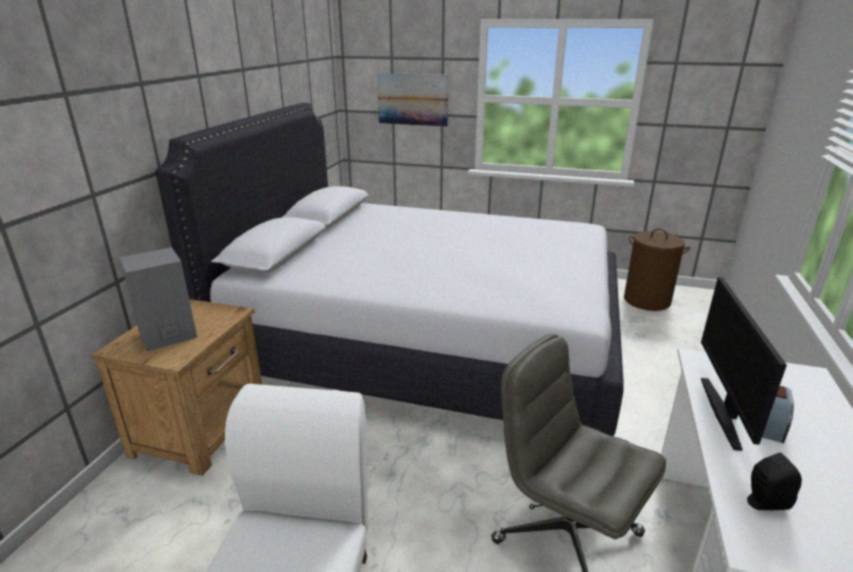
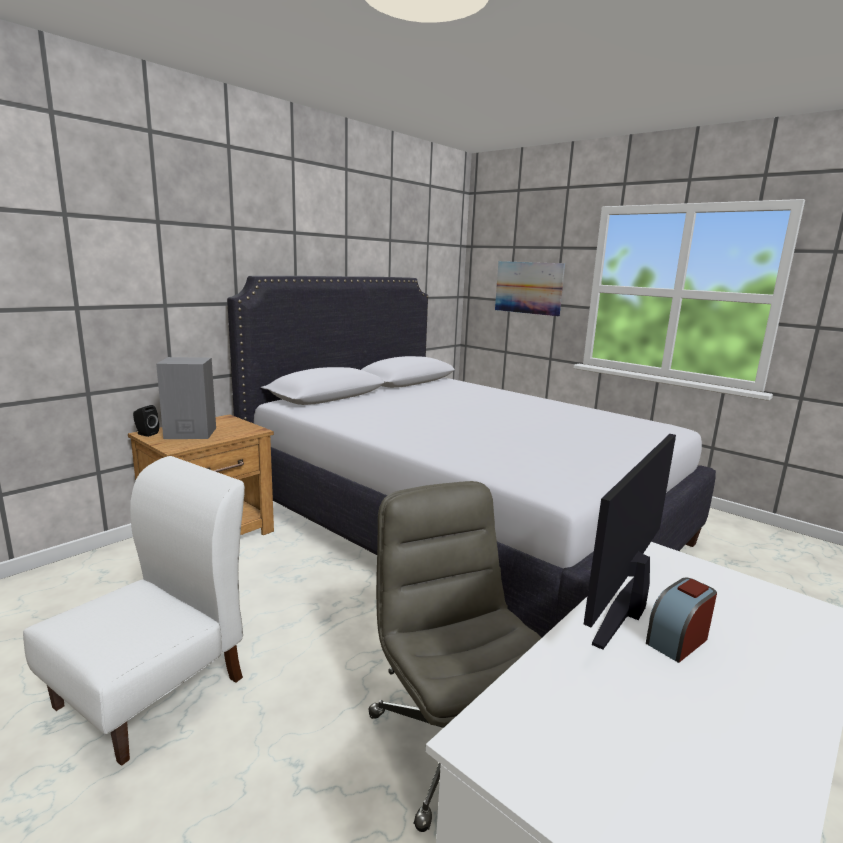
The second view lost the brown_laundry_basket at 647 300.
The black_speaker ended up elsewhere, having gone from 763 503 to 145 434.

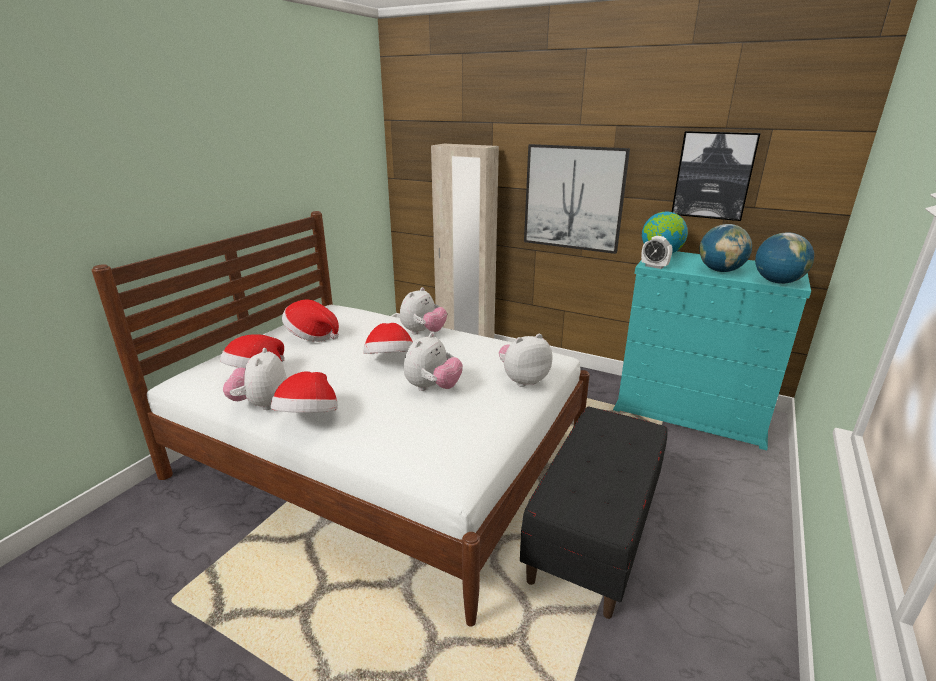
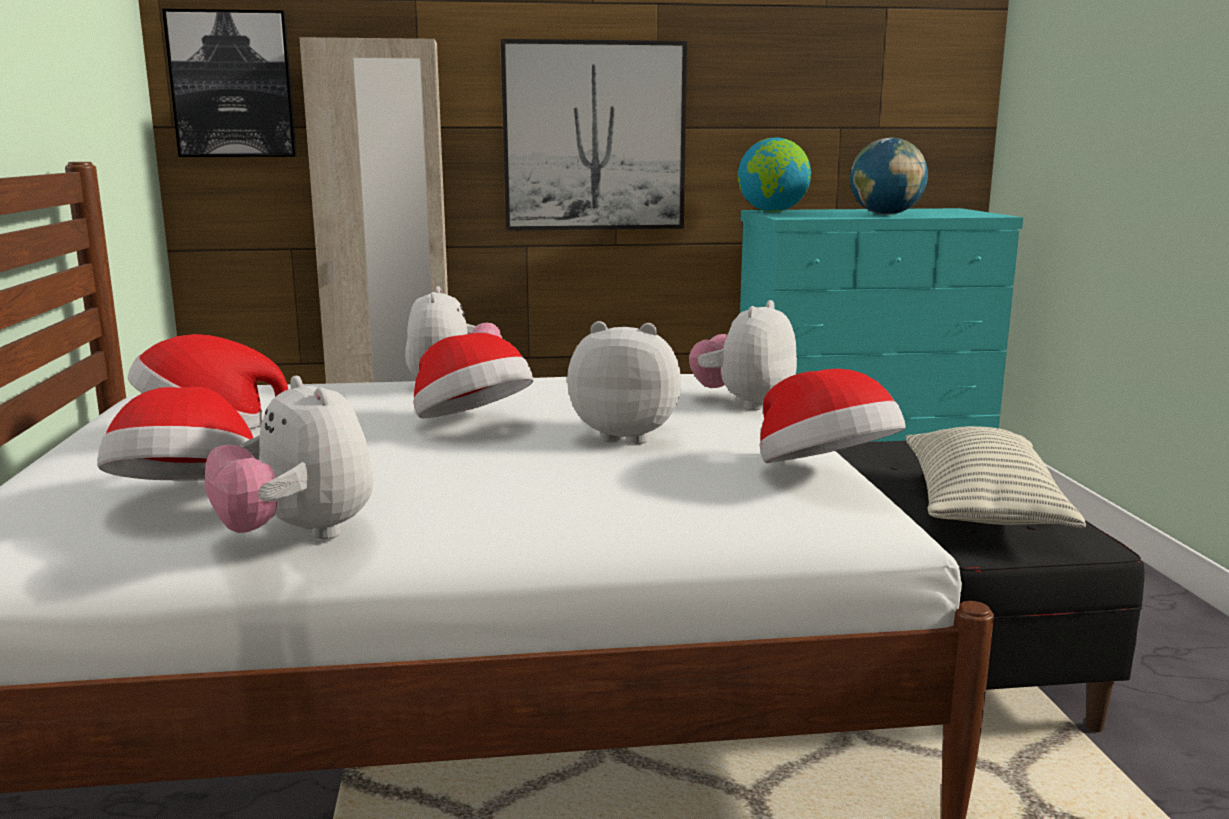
The second view lost the alarm_clock at 654 266.
The second view lost the globe at 777 282.
The second view gained the pillow at 981 509.
The hat ended up elsewhere, having gone from 309 418 to 824 475.
The picture ended up elsewhere, having gone from 713 175 to 232 85.
The plush_toy at 433 388 ended up facing another way, 75 degrees counterclockwise from before.

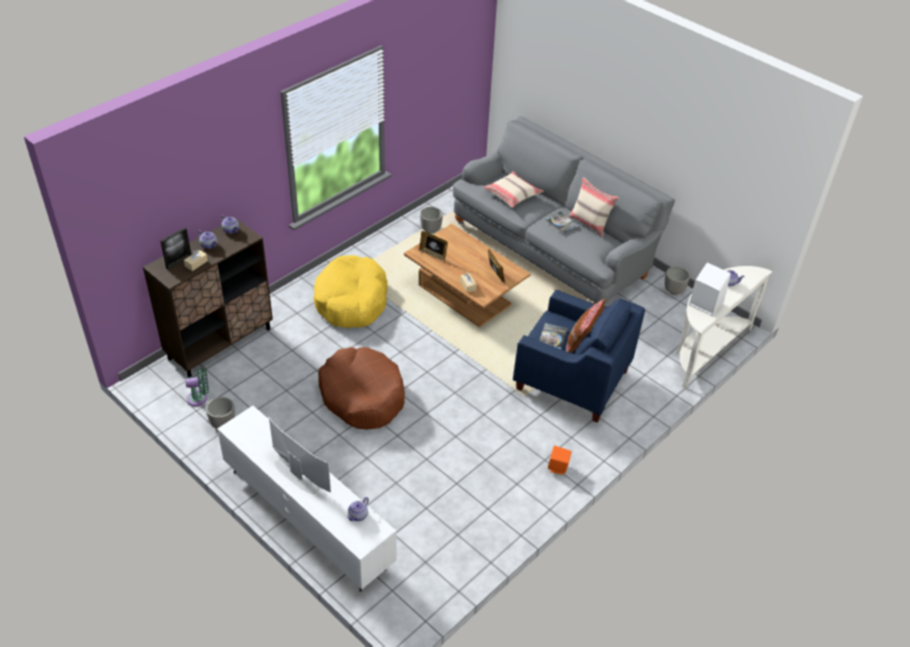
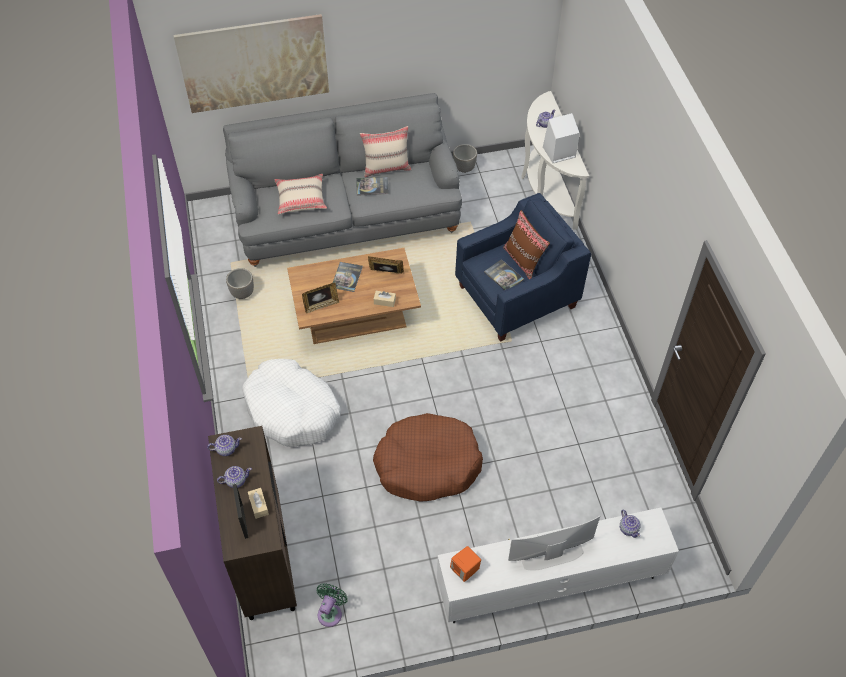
The second view lost the planter at 223 423.
The second view gained the picture at 254 63.
The second view gained the book at 347 277.
The orange_speaker ended up elsewhere, having gone from 558 468 to 465 570.
What was the yellow_dog_bed at 352 301 turned into the white_dog_bed at 292 410.

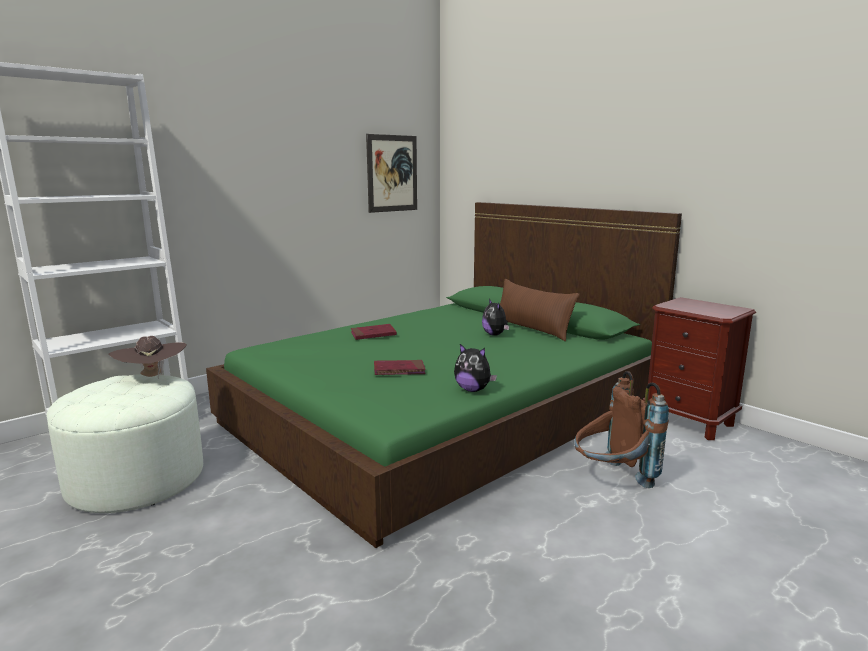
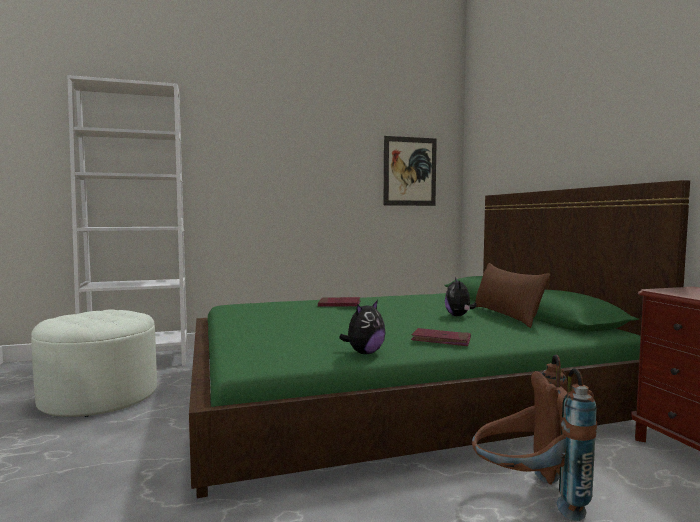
The second view lost the brown_hat at 152 376.
The red_book ended up elsewhere, having gone from 399 370 to 441 340.
The plush_toy at 473 390 ended up facing another way, 105 degrees counterclockwise from before.

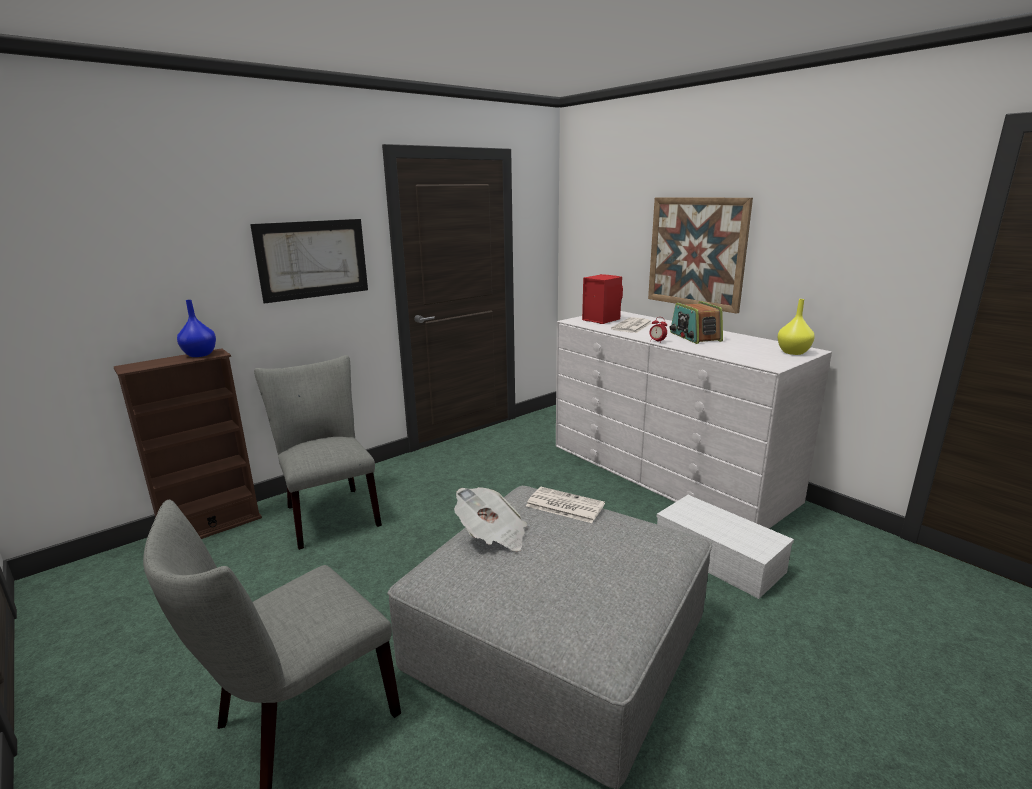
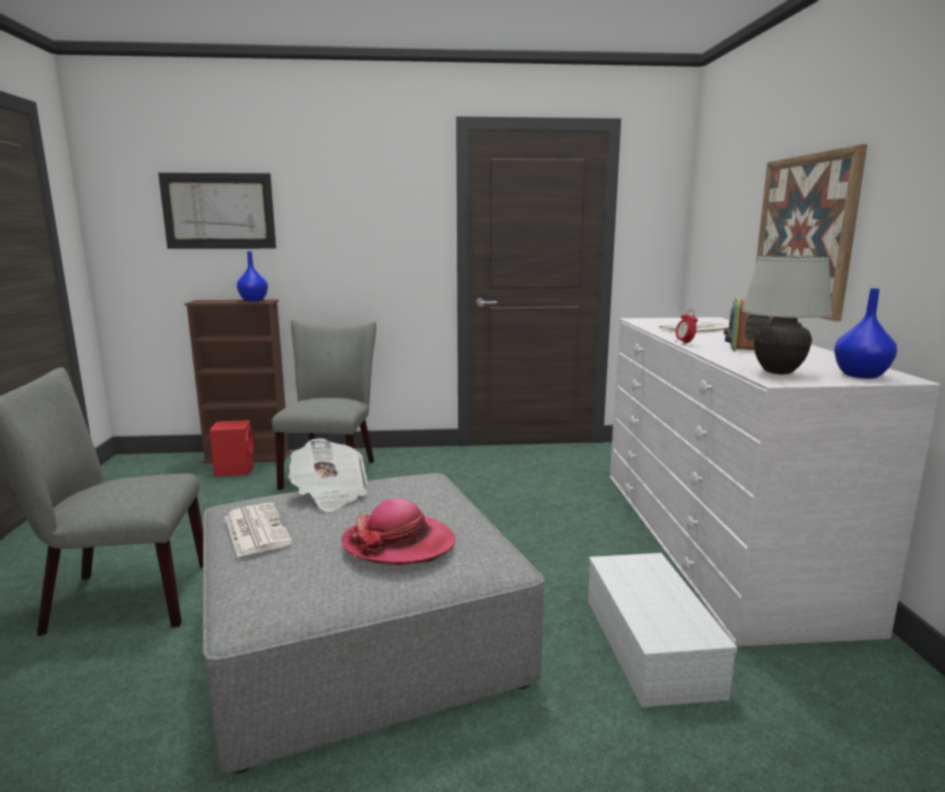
The second view gained the hat at 399 544.
The second view gained the white_table_lamp at 778 373.
The picture ended up elsewhere, having gone from 313 259 to 218 211.
The newspaper ended up elsewhere, having gone from 563 505 to 256 530.
The red_speaker ended up elsewhere, having gone from 600 319 to 235 470.
What was the yellow_vase at 793 352 turned into the blue_vase at 860 375.

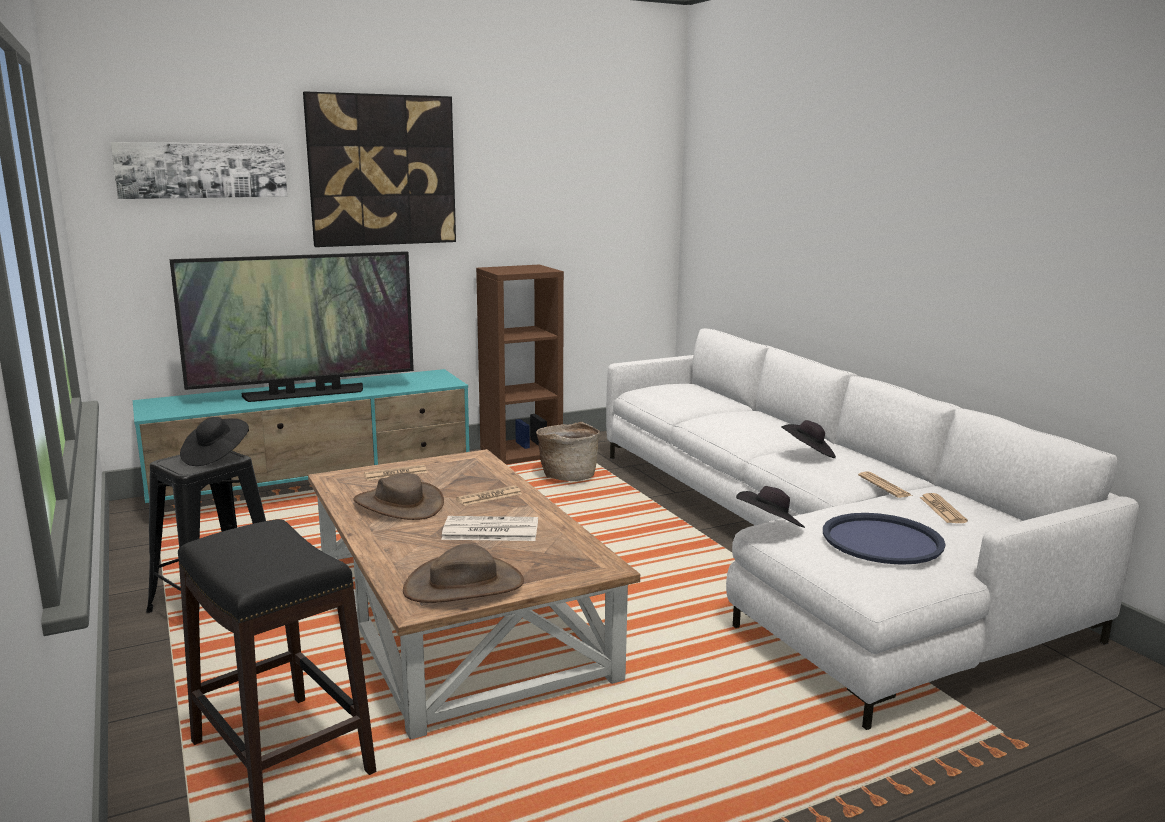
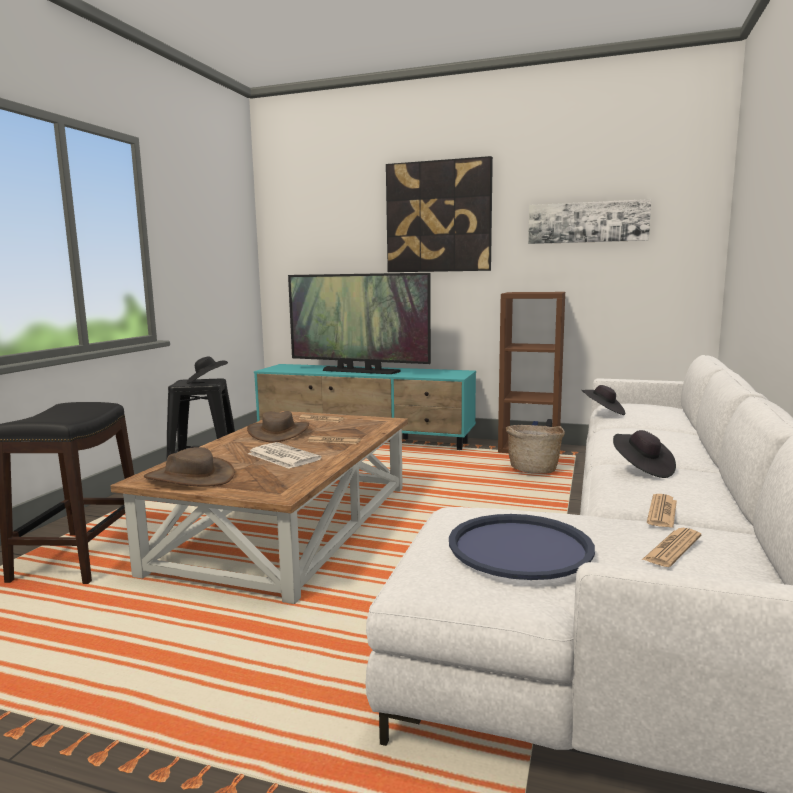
The picture ended up elsewhere, having gone from 202 170 to 587 222.
The black_hat ended up elsewhere, having gone from 770 526 to 603 412.

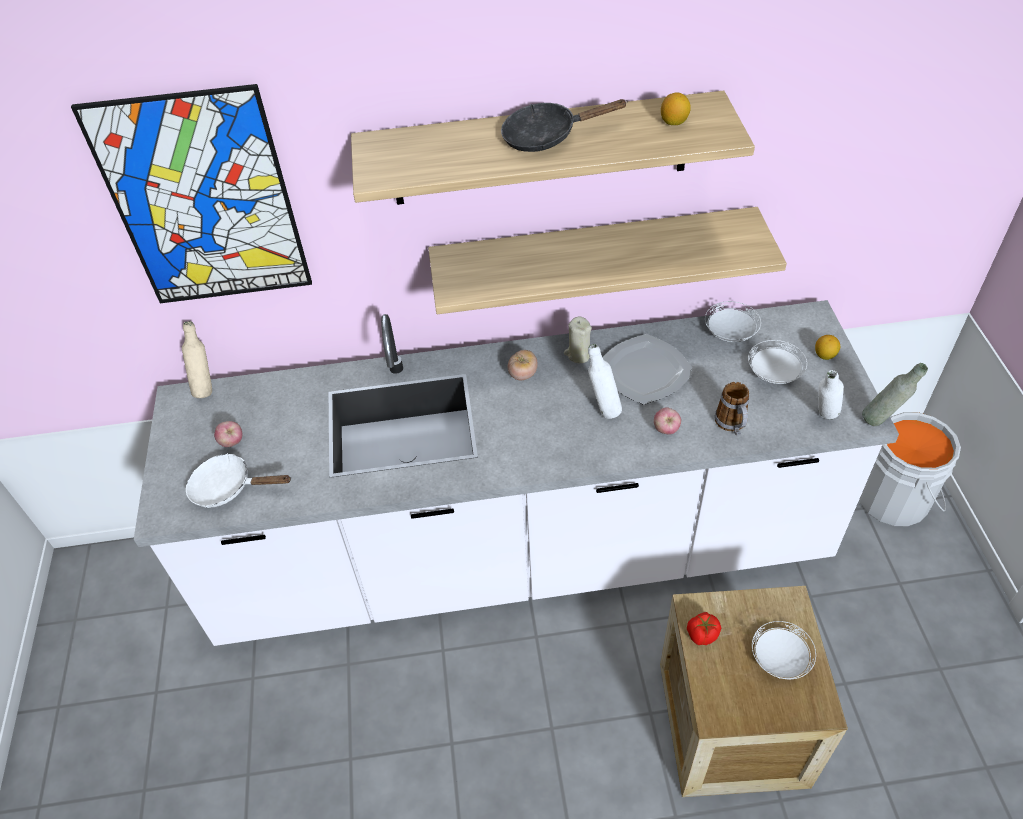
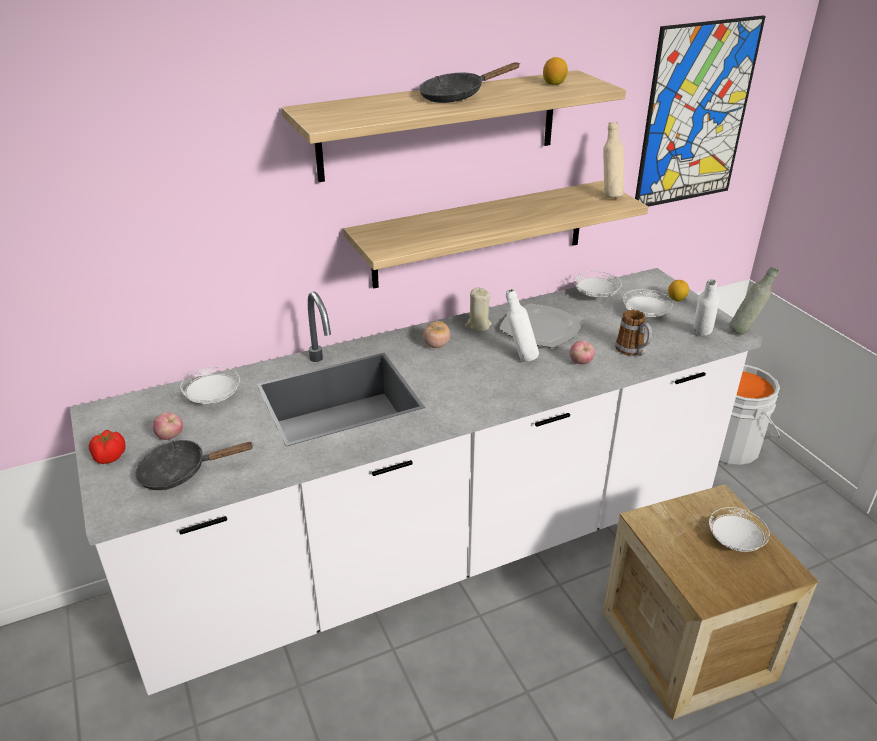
The second view gained the white_plate at 213 398.
The picture ended up elsewhere, having gone from 204 202 to 695 115.
The beige_bottle ended up elsewhere, having gone from 206 388 to 609 196.
The tomato ended up elsewhere, having gone from 702 634 to 110 457.
What was the white_frying_pan at 228 487 turned into the black_frying_pan at 181 472.

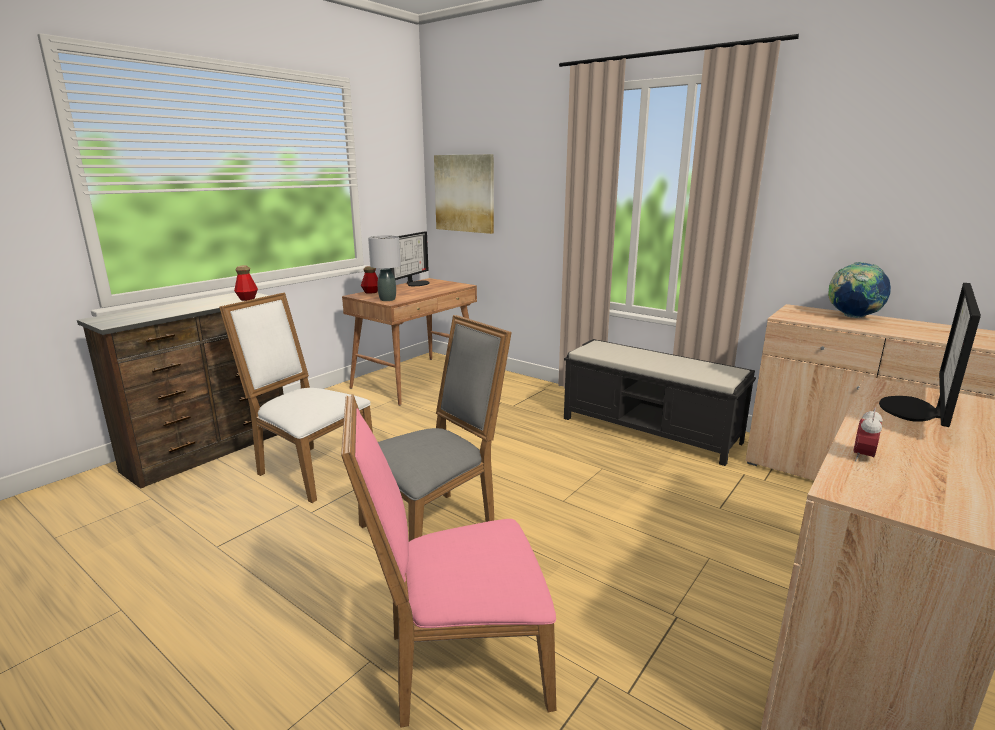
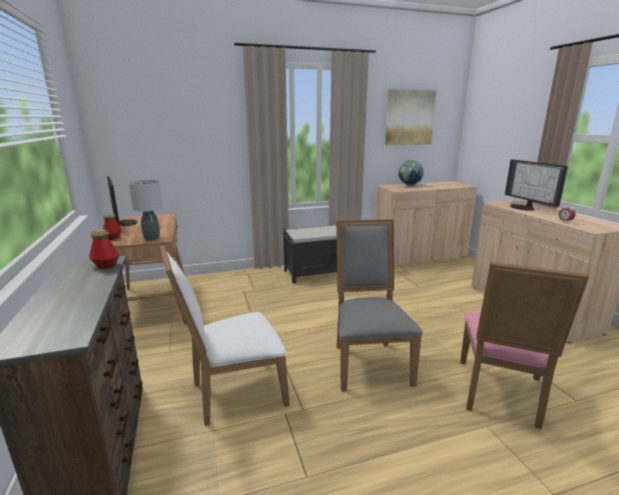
The picture ended up elsewhere, having gone from 464 193 to 409 117.

